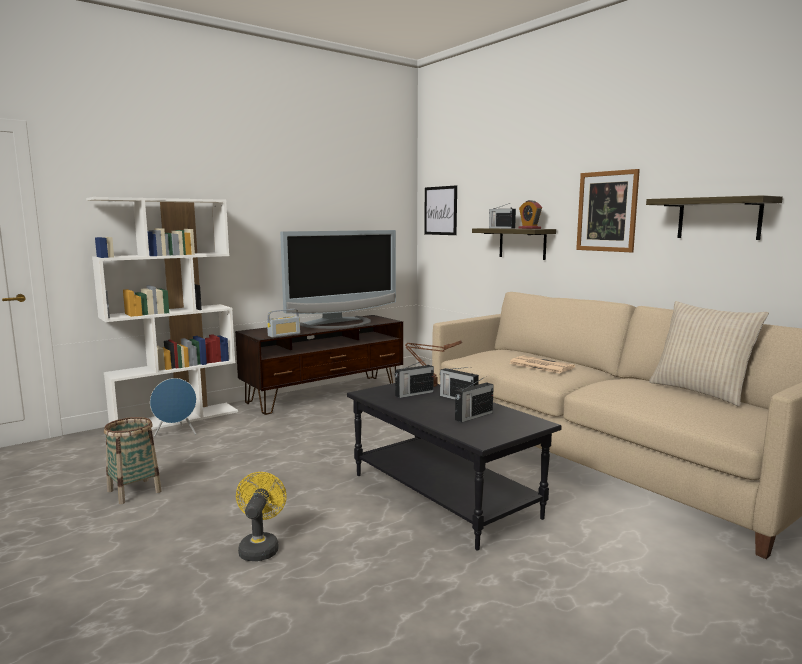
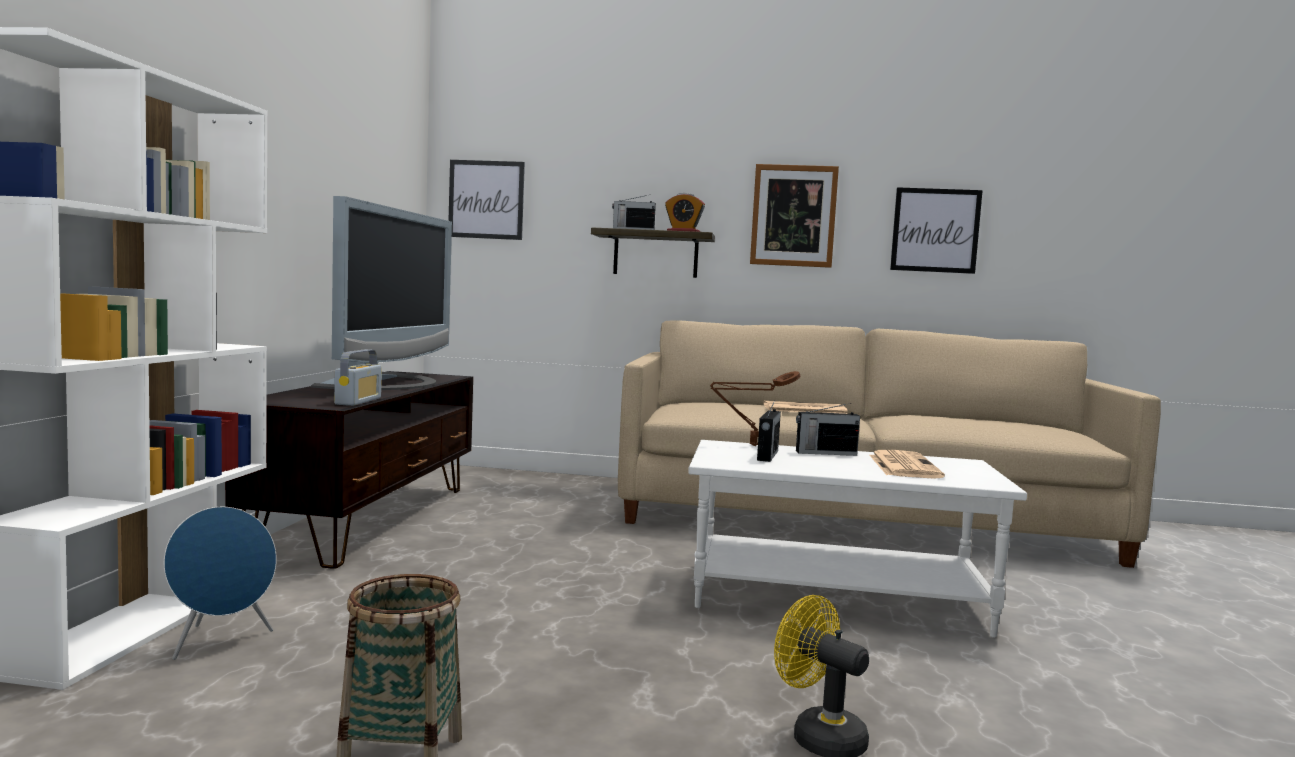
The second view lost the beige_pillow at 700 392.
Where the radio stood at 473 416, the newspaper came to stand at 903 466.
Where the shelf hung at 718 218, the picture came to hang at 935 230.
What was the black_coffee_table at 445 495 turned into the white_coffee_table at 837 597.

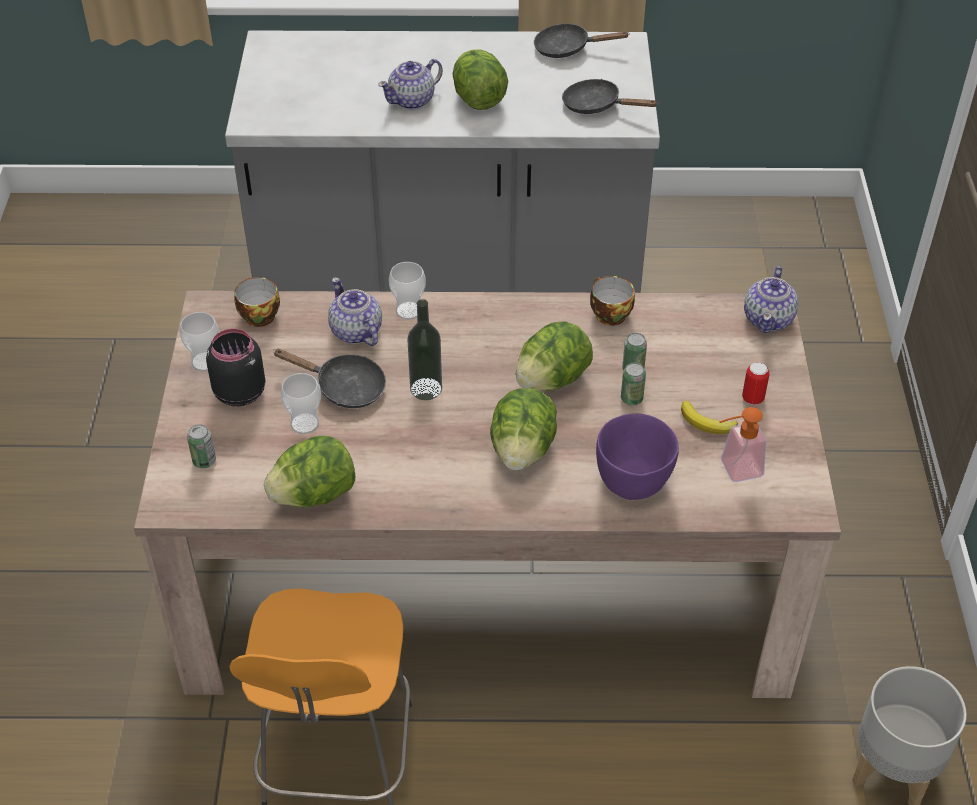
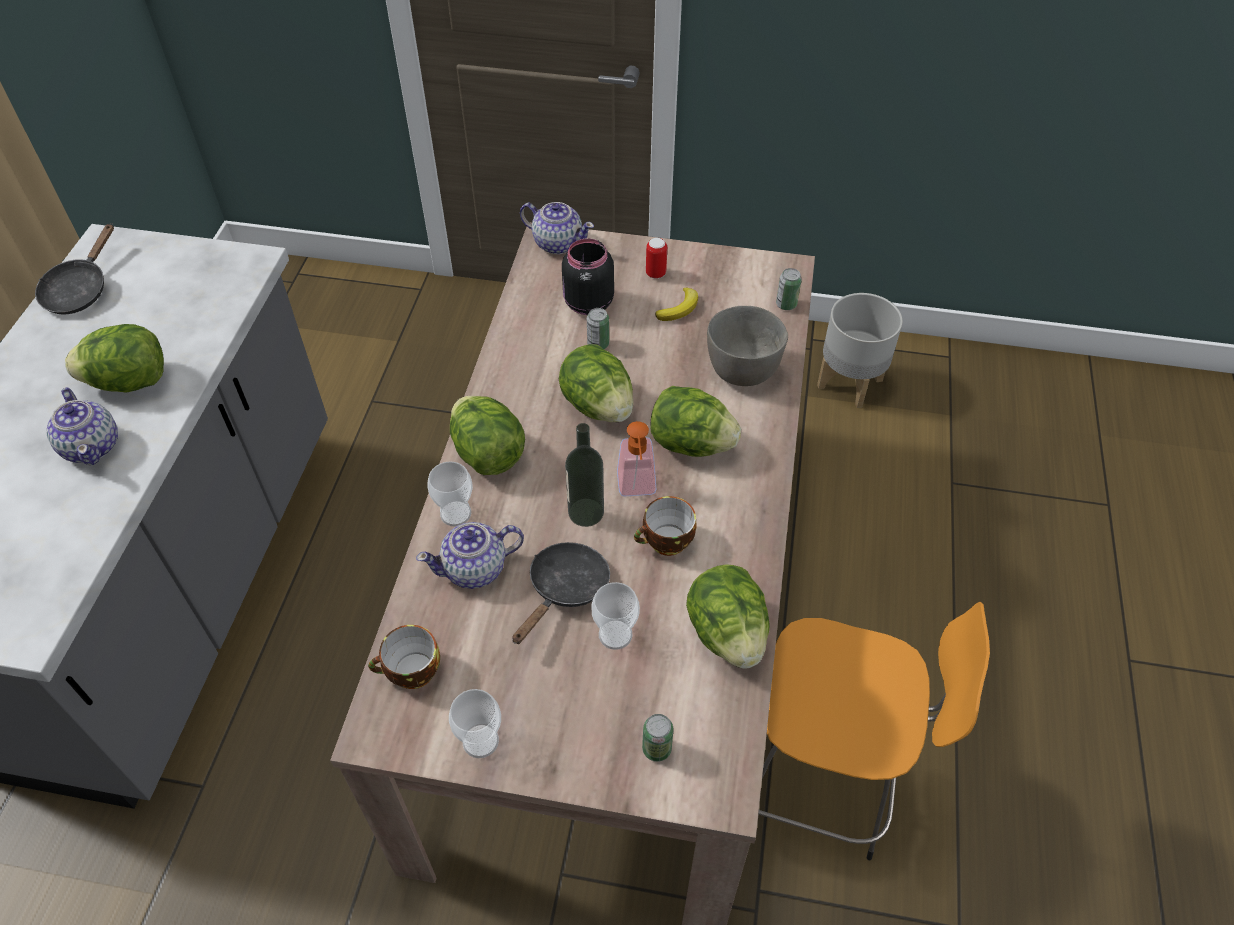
The second view lost the black_frying_pan at 597 106.
The second view gained the lettuce at 488 454.
The black_jar ended up elsewhere, having gone from 239 392 to 587 303.
The cup ended up elsewhere, having gone from 608 314 to 666 543.
The can ended up elsewhere, having gone from 631 399 to 786 304.
The soap_dispenser ended up elsewhere, having gone from 734 470 to 637 489.
What was the purple_bowl at 634 480 turned into the grey_bowl at 741 369.

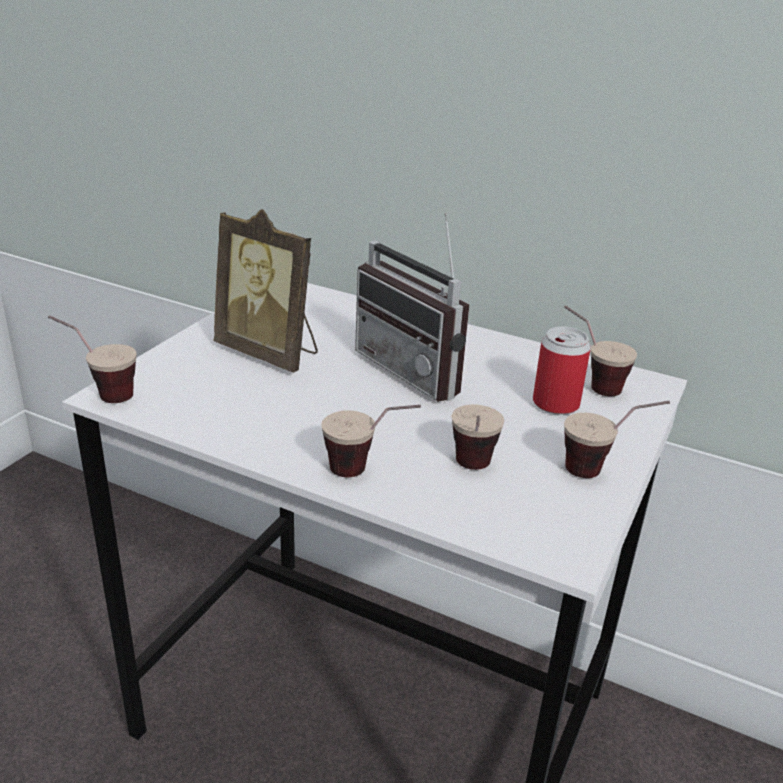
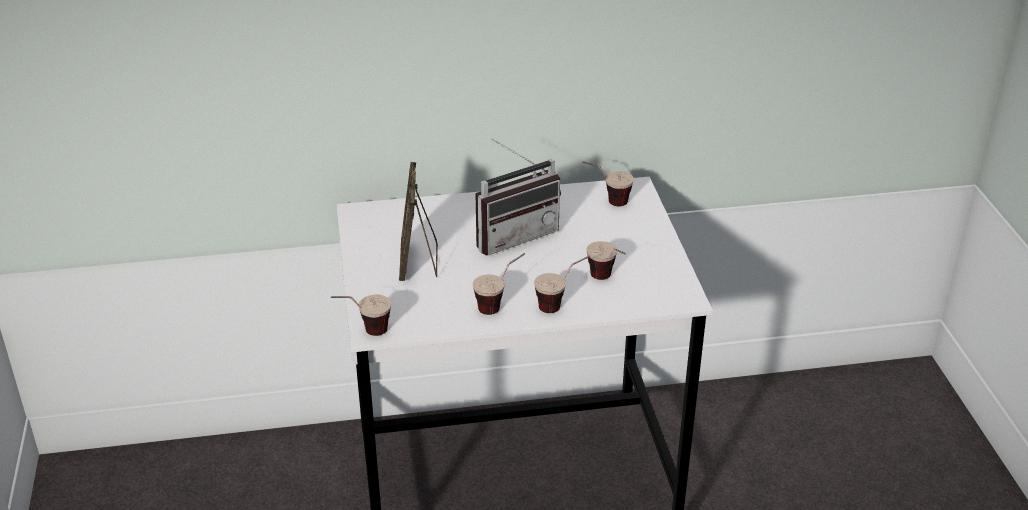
The second view lost the can at 555 404.
The cup ended up elsewhere, having gone from 604 471 to 500 304.
The picture_frame at 270 353 ended up facing another way, 90 degrees clockwise from before.
The radio at 419 370 ended up facing another way, 45 degrees counterclockwise from before.

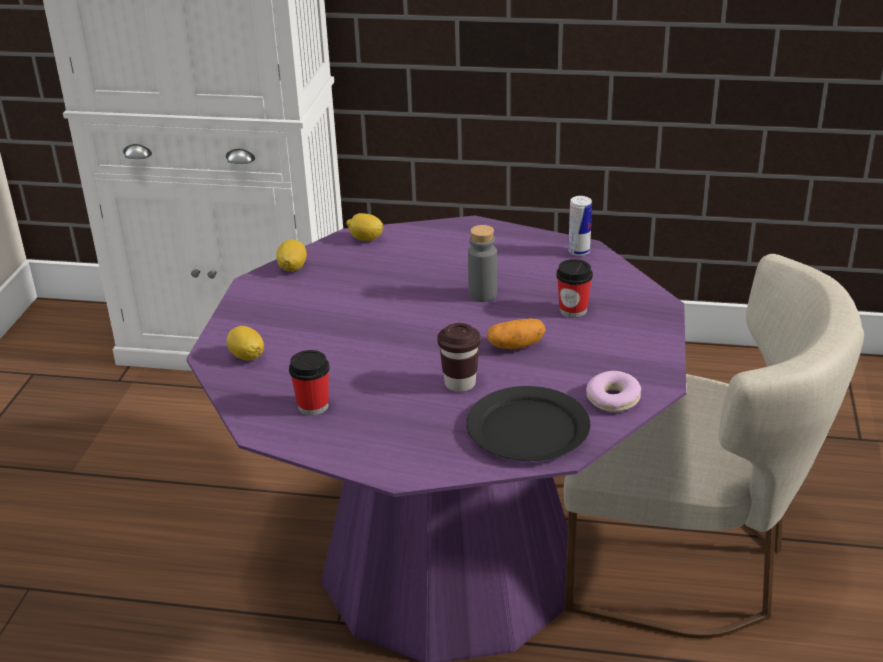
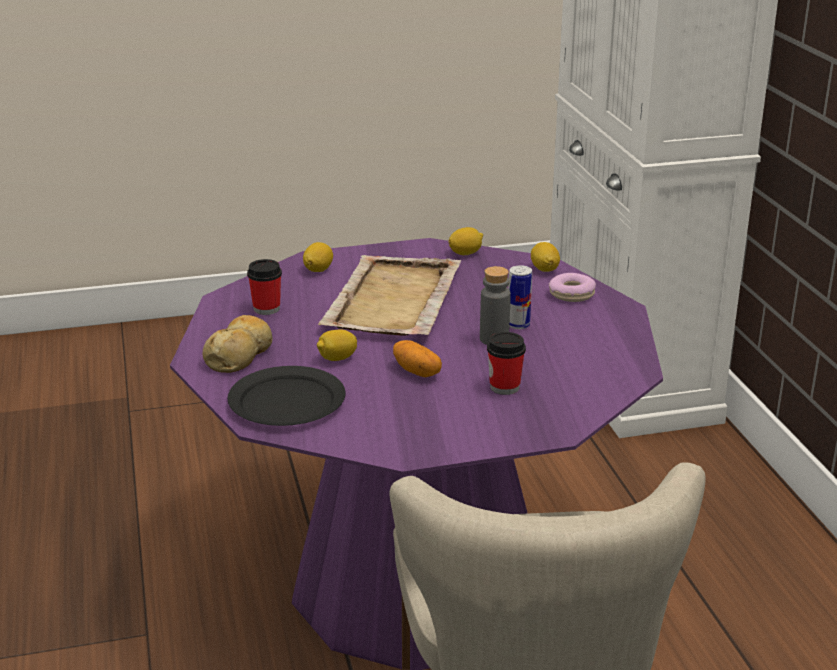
The second view gained the bread at 240 355.
The second view gained the beige_tray at 392 301.
The can ended up elsewhere, having gone from 579 251 to 518 325.
The donut ended up elsewhere, having gone from 612 399 to 571 294.
Where the brown_cup stood at 460 384, the lemon came to stand at 337 359.

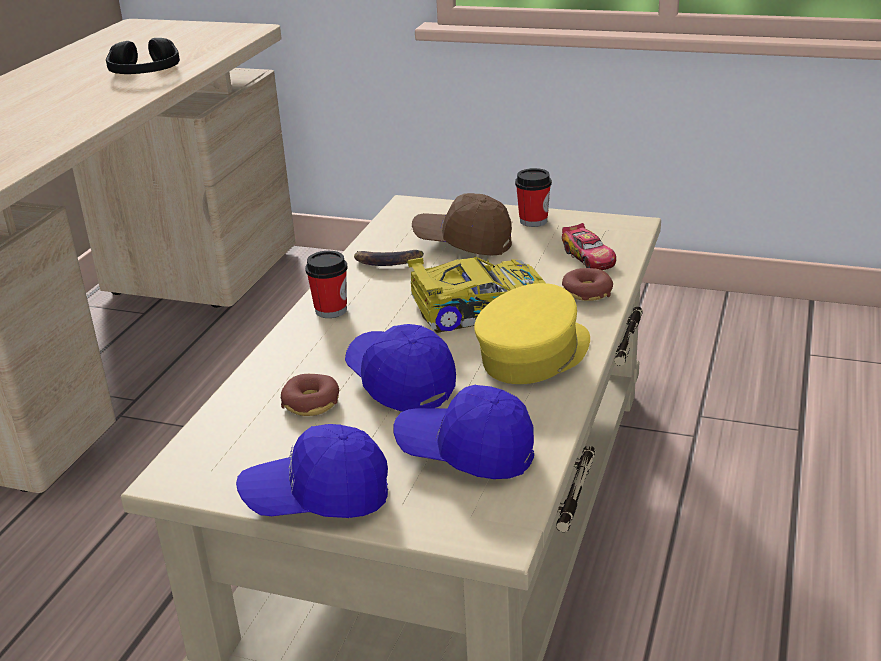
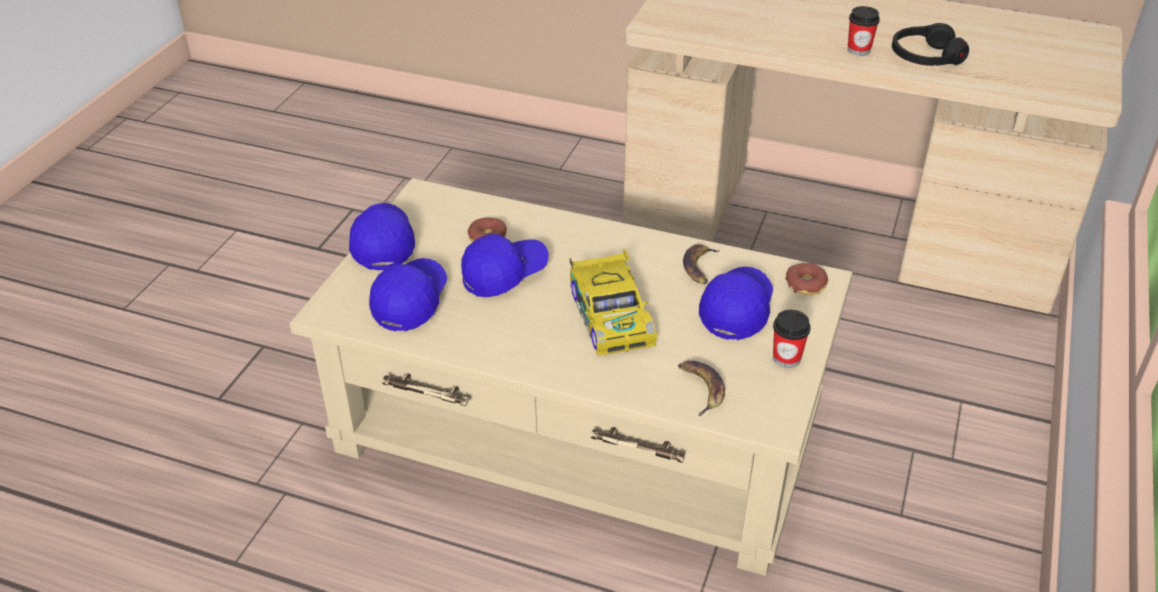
The second view lost the yellow_cap at 534 355.
The cup ended up elsewhere, having gone from 331 310 to 858 50.
The donut ended up elsewhere, having gone from 587 292 to 806 284.
Where the toy_car stood at 589 257, the banana came to stand at 701 388.
What was the brown_cap at 463 243 turned into the blue_cap at 736 311.

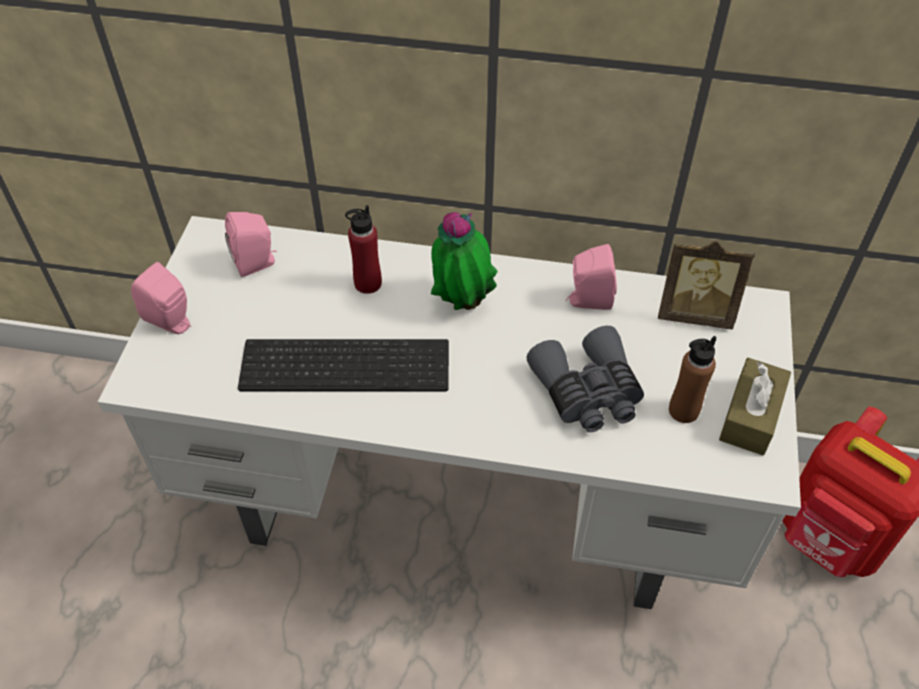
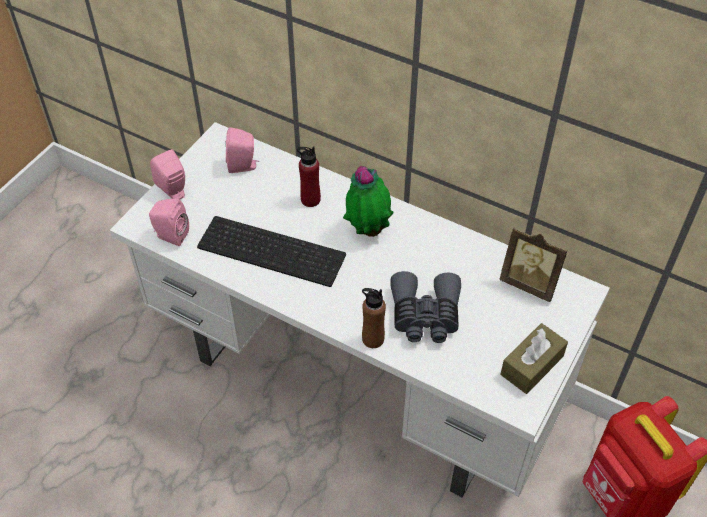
The pink_speaker ended up elsewhere, having gone from 587 300 to 170 236.
The brown_bottle ended up elsewhere, having gone from 683 410 to 373 339.

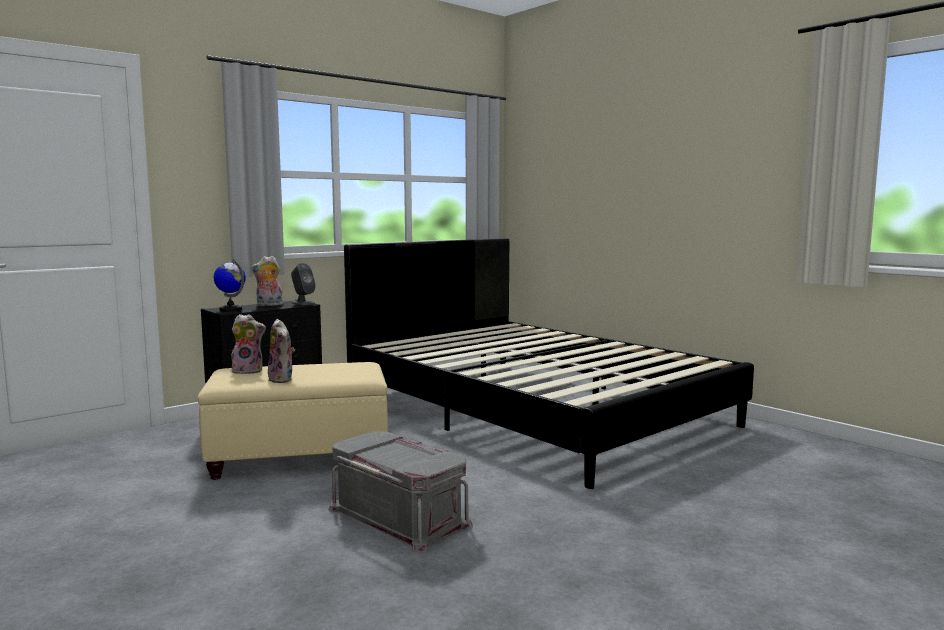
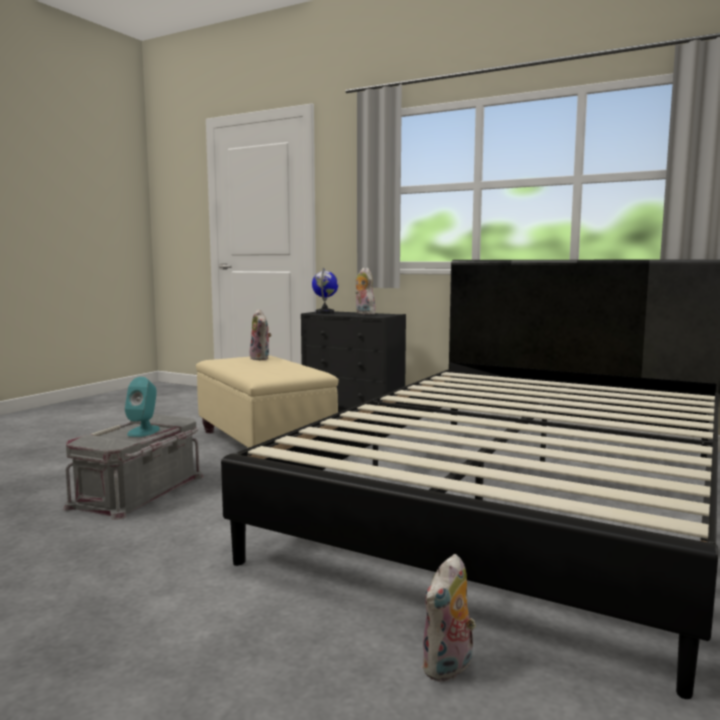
The second view lost the grey_speaker at 303 303.
The second view gained the turquoise_speaker at 144 431.
The plush_toy ended up elsewhere, having gone from 283 379 to 449 668.

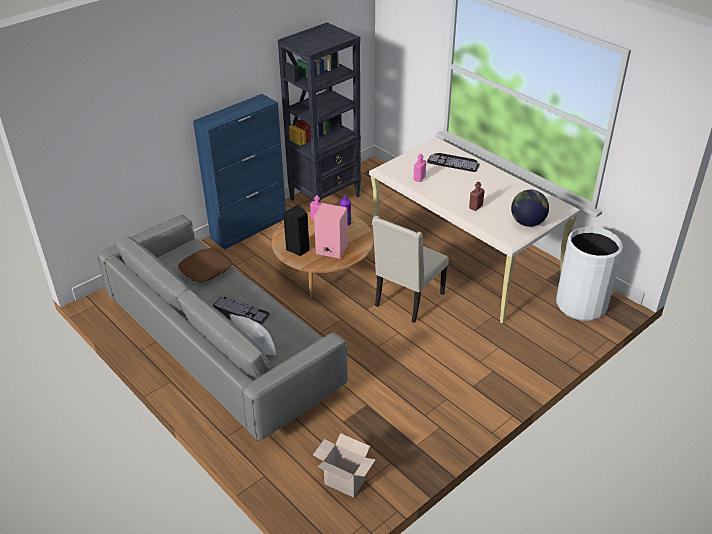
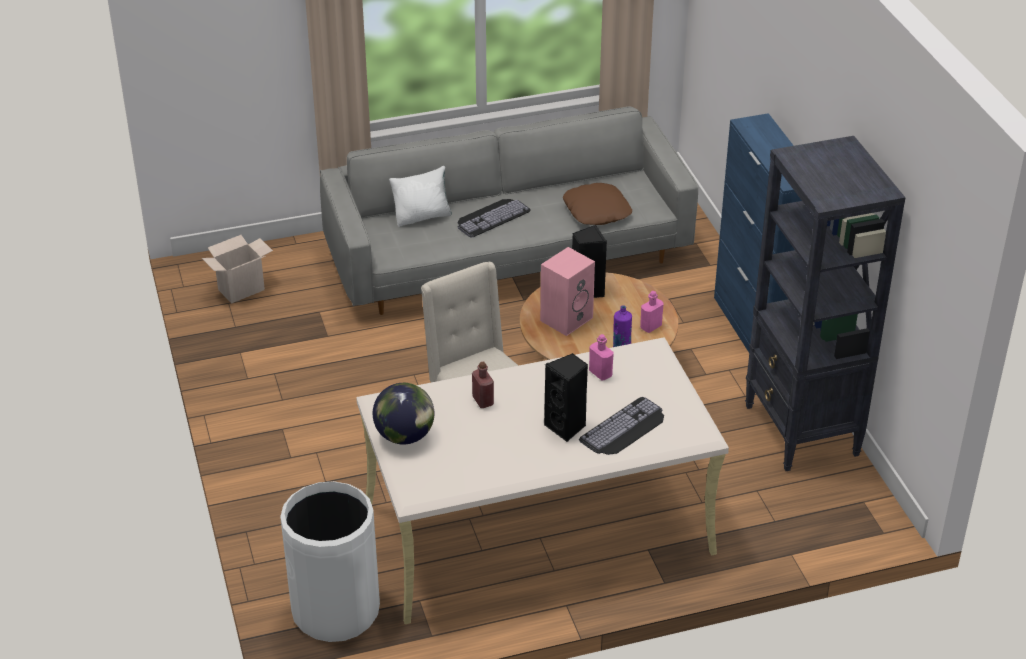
The second view gained the black_speaker at 566 427.

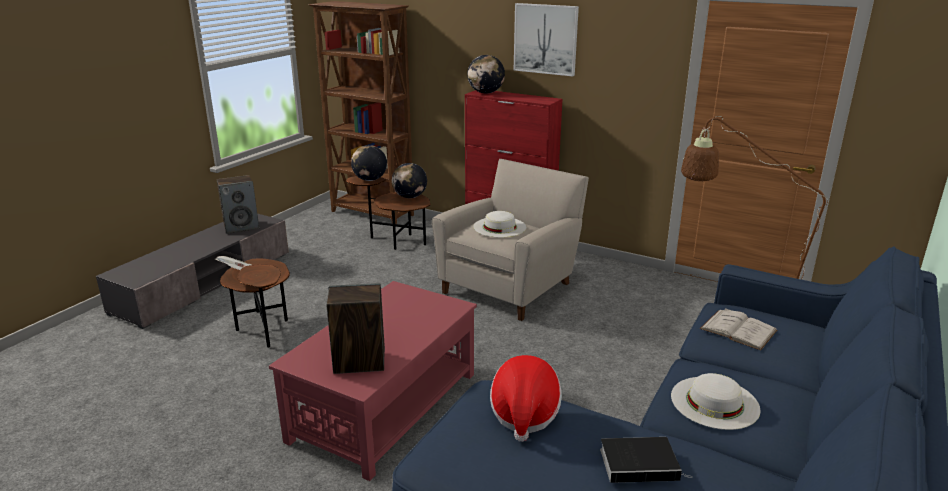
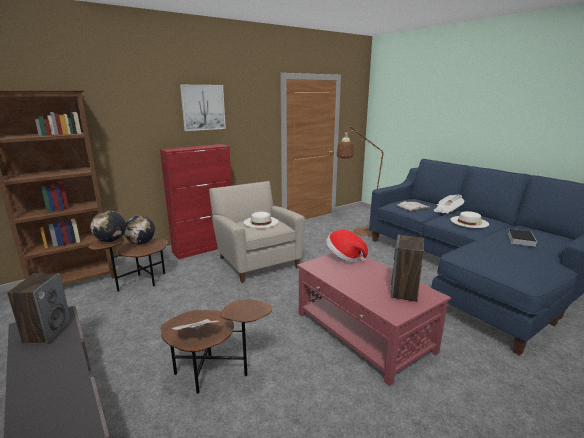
The second view lost the globe at 485 93.
The second view gained the newspaper at 447 211.
The hat ended up elsewhere, having gone from 524 413 to 344 257.

